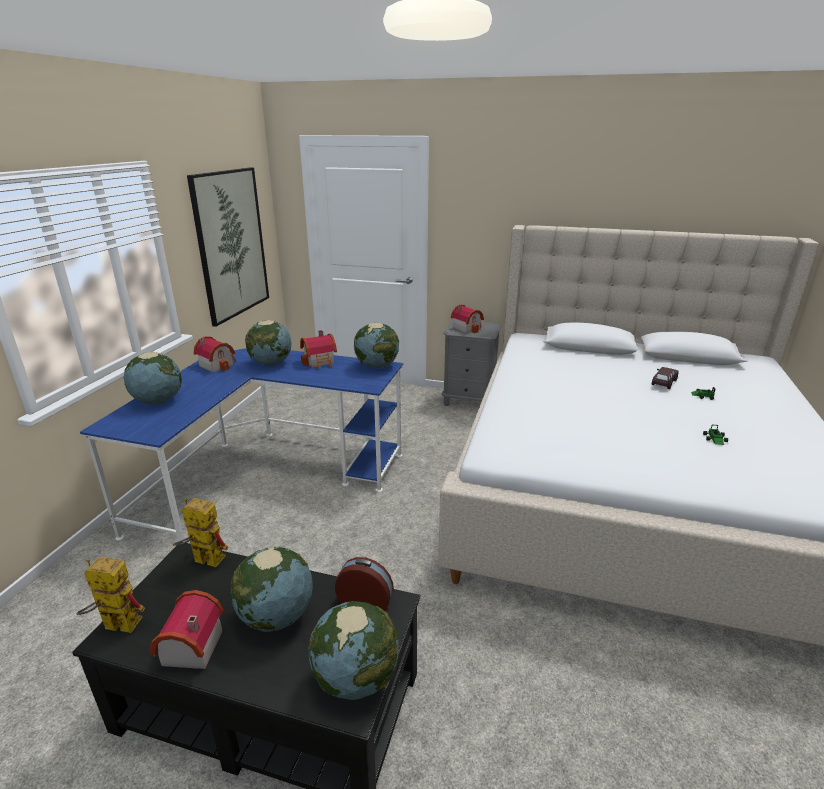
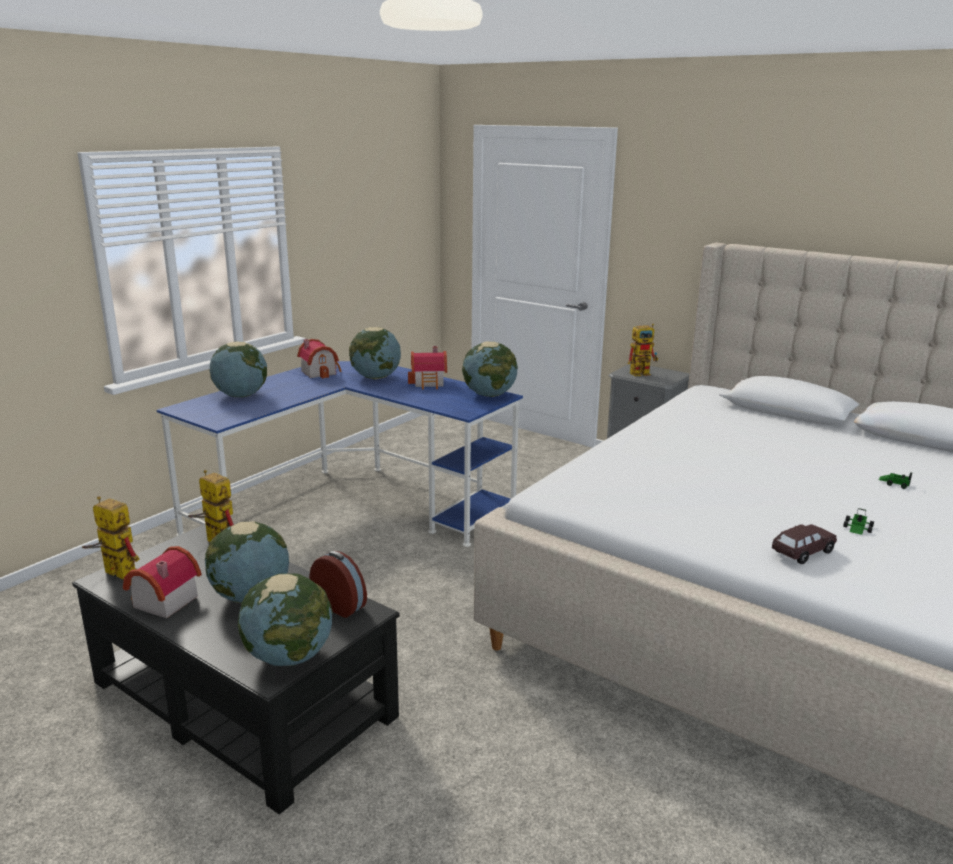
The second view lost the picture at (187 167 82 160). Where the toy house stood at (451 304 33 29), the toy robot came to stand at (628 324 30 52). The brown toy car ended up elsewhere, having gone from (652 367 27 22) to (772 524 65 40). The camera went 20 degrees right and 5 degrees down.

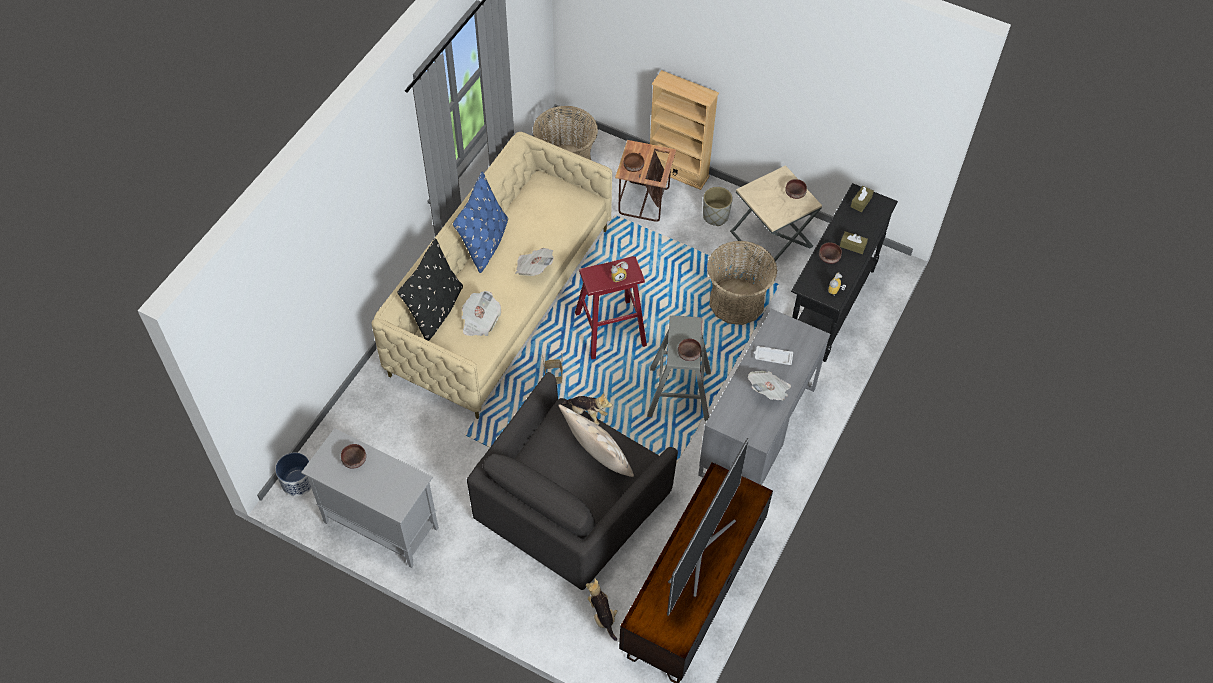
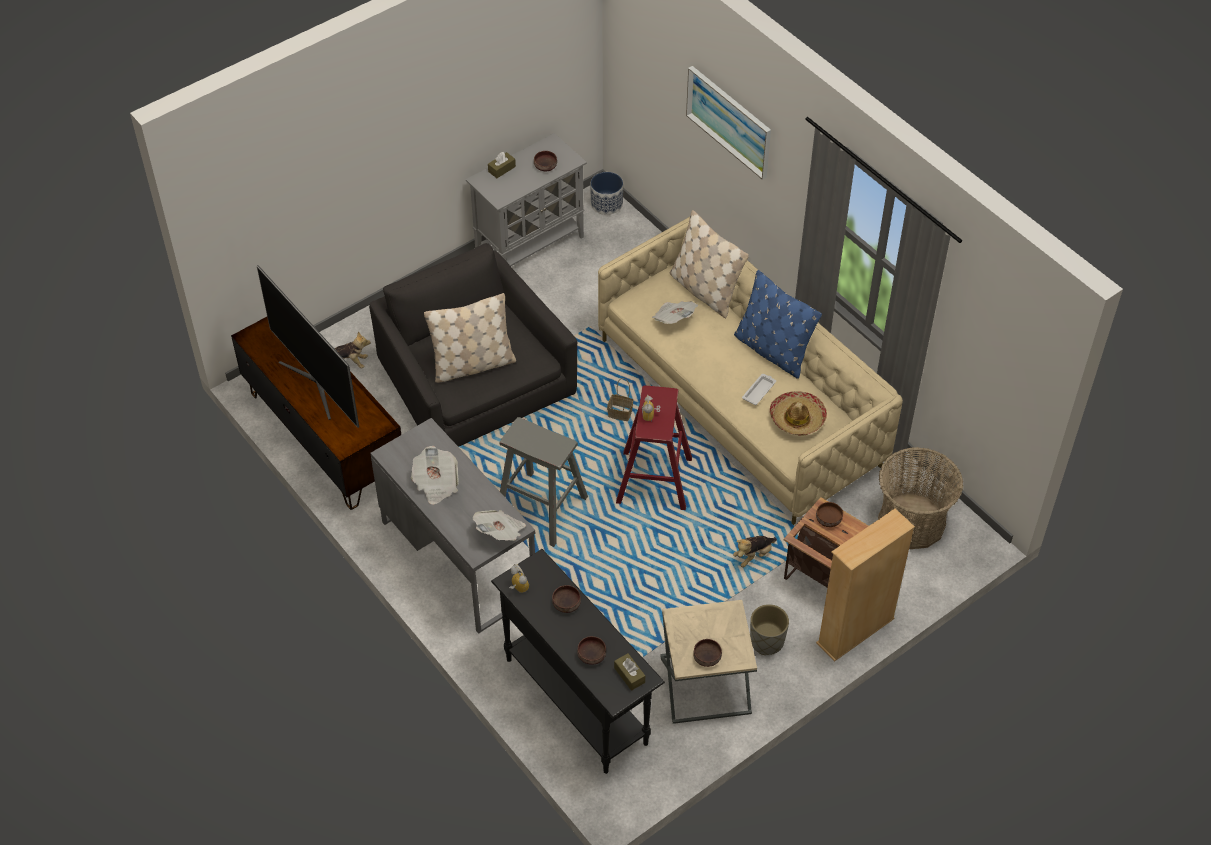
The brown tissue box ended up elsewhere, having gone from (839 231 29 23) to (488 152 28 26). What was the black pillow at (397 238 66 103) turned into the beige pillow at (670 210 79 108). The second view lost the basket at (707 241 70 84). The newspaper ended up elsewhere, having gone from (515 248 39 28) to (473 510 53 31). The brown bowl ended up elsewhere, having gone from (678 339 23 22) to (577 636 29 29). The white tray ended up elsewhere, having gone from (754 346 39 19) to (742 374 34 31). The plush toy ended up elsewhere, having gone from (561 393 51 32) to (733 536 44 31). The second view gained the picture at (686 66 85 114). The second view gained the hat at (770 391 57 45). The camera went 115 degrees right and 5 degrees down.

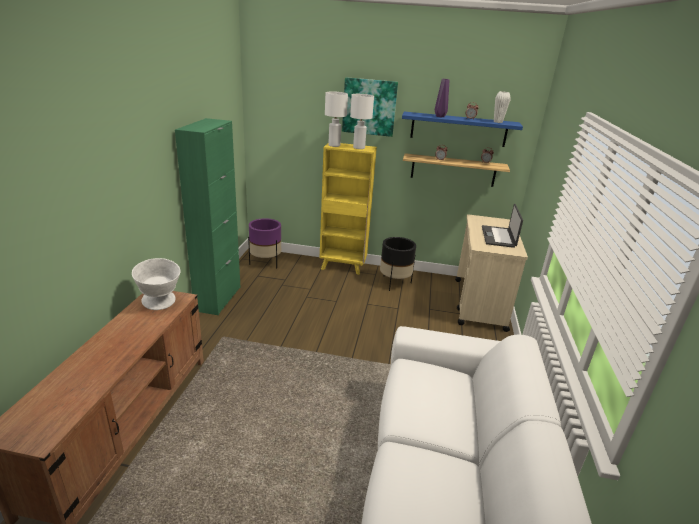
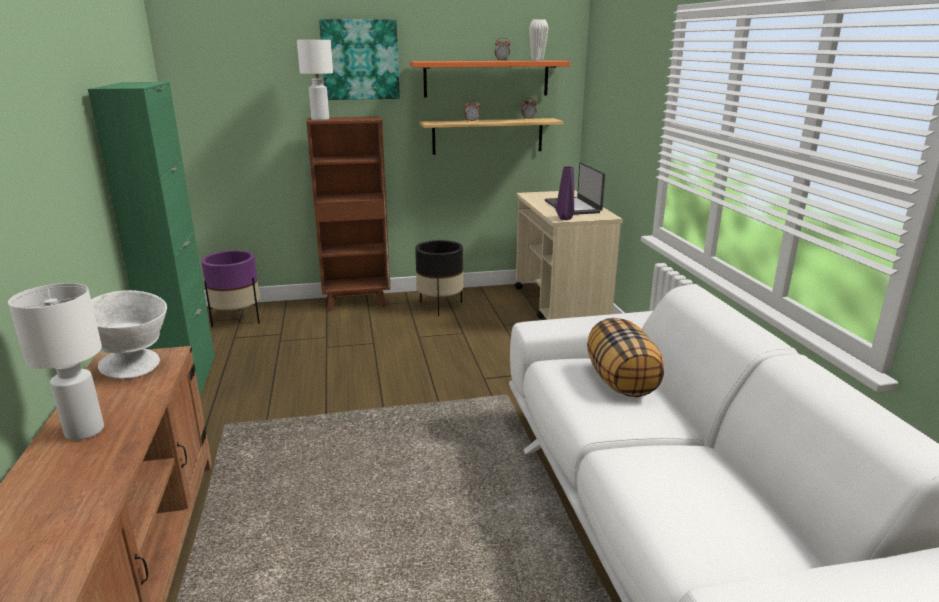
The purple vase ended up elsewhere, having gone from (435 79 14 38) to (556 166 18 54). The white table lamp ended up elsewhere, having gone from (350 94 24 55) to (8 283 96 157). What was the blue shelf at (402 112 121 35) turned into the orange shelf at (410 60 161 38). What was the yellow bookcase at (320 142 57 133) turned into the brown bookcase at (307 116 84 196). The second view gained the pillow at (587 318 77 79). The camera went 20 degrees left and 5 degrees down.

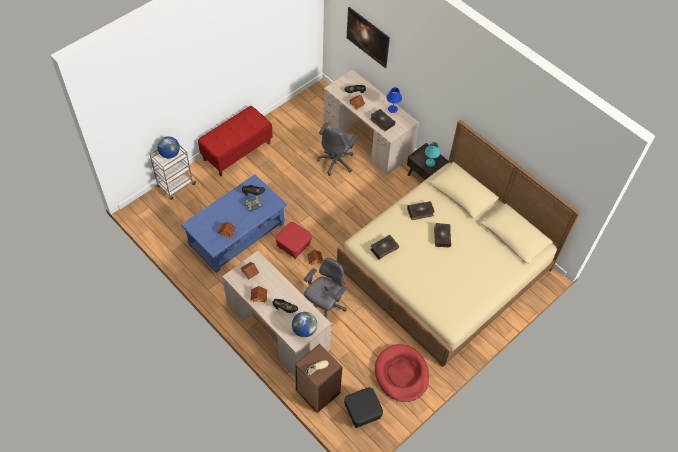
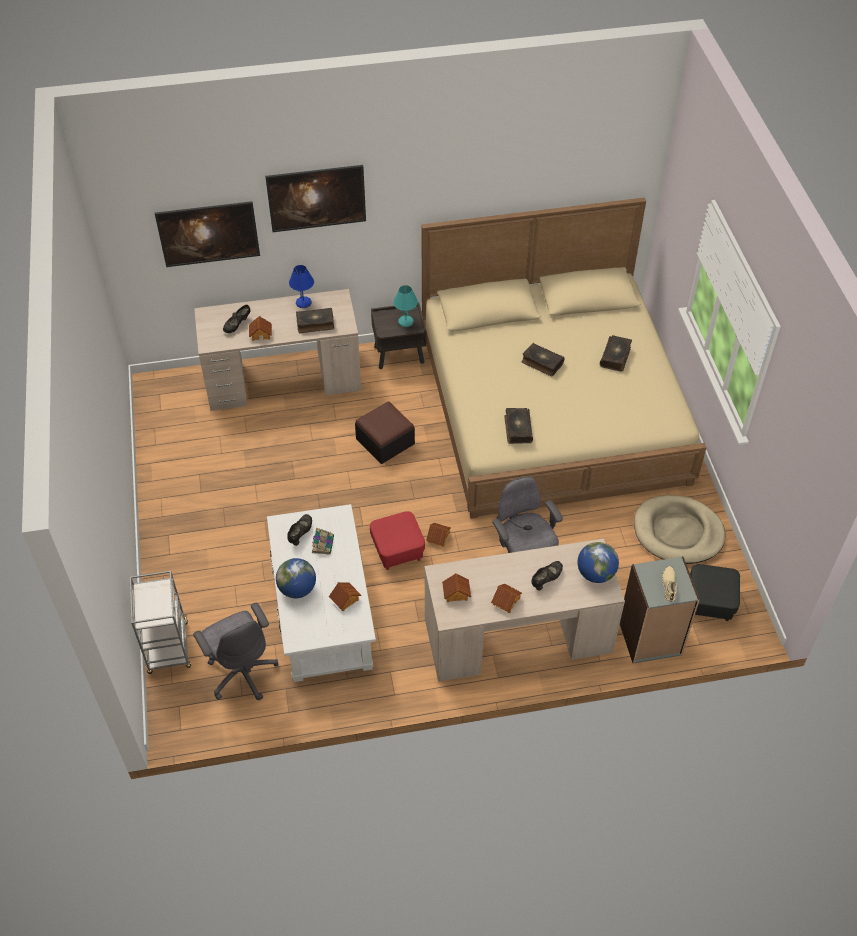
The second view lost the red bench at (198 106 75 70). The grey office chair ended up elsewhere, having gone from (317 123 41 53) to (193 603 86 97). The globe ended up elsewhere, having gone from (157 136 23 23) to (276 558 40 40). What was the blue coffee table at (181 174 106 99) turned into the white coffee table at (267 504 109 178). The book ended up elsewhere, having gone from (407 201 28 19) to (600 335 32 37). What was the brown bookcase at (295 344 47 69) turned into the grey bookcase at (620 556 80 108). What was the red dog bed at (375 344 54 58) turned into the beige dog bed at (634 495 91 69). The second view gained the picture at (265 165 101 67). The second view gained the ottoman at (355 401 60 63). The camera went 55 degrees left and 5 degrees down.

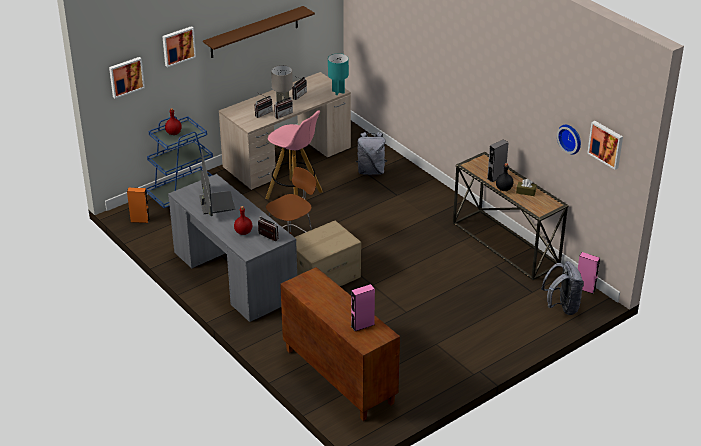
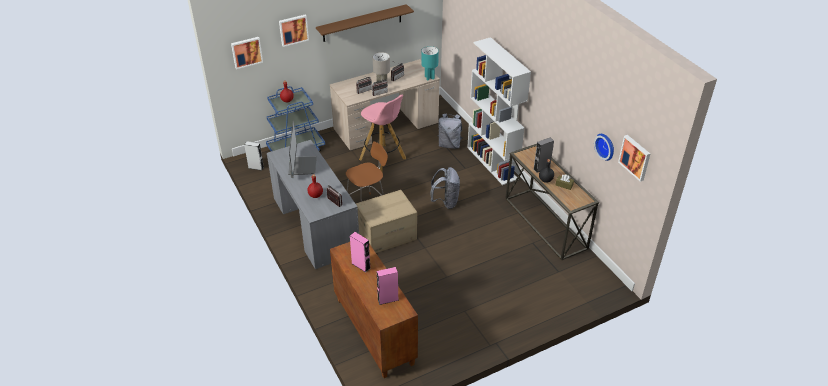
What was the orange speaker at (127 188 23 35) turned into the grey speaker at (244 141 20 30). The pink speaker ended up elsewhere, having gone from (578 252 22 42) to (350 232 21 41). The grey backpack ended up elsewhere, having gone from (541 261 43 54) to (431 167 29 42). The second view gained the white bookcase at (467 37 64 148). The camera went 10 degrees right and 5 degrees up.

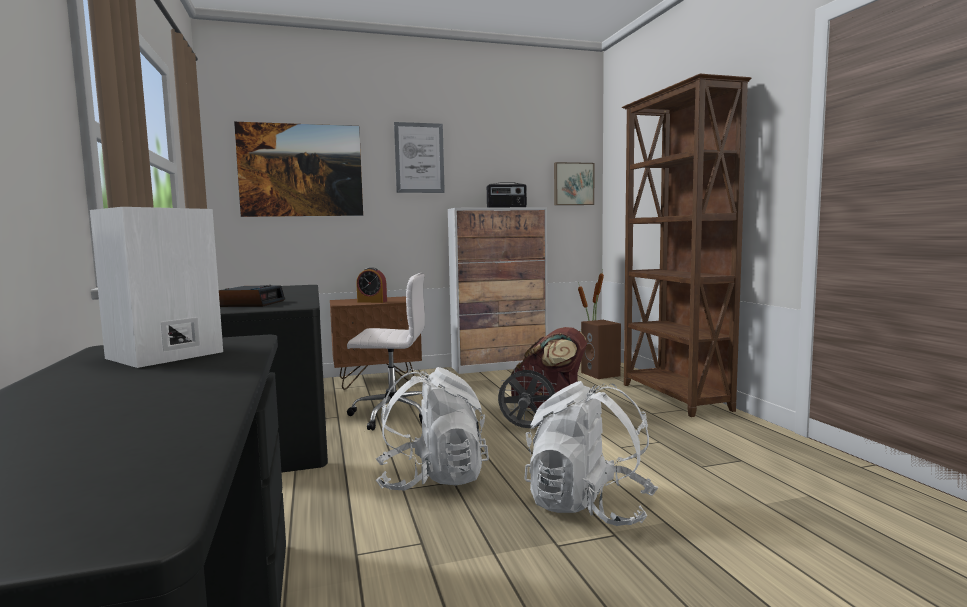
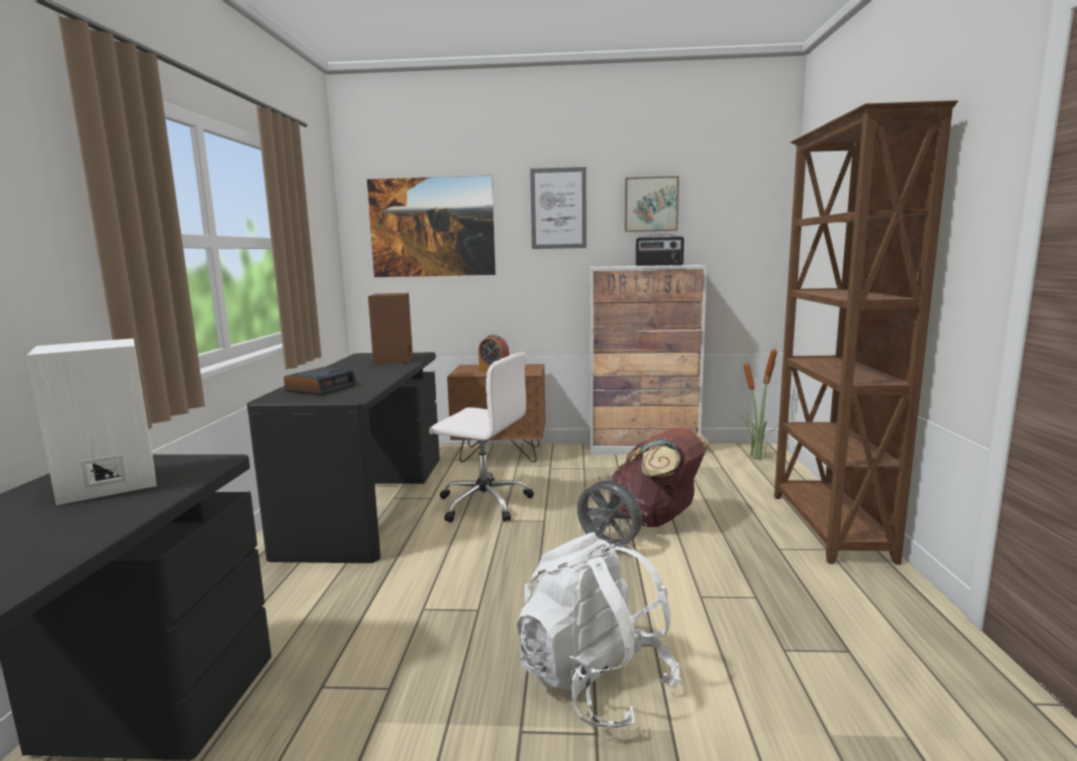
The picture ended up elsewhere, having gone from (554 162 40 43) to (625 176 54 56). The brown speaker ended up elsewhere, having gone from (581 320 40 59) to (368 293 45 71). The second view lost the white backpack at (376 367 113 124). The camera went 20 degrees right and 5 degrees up.

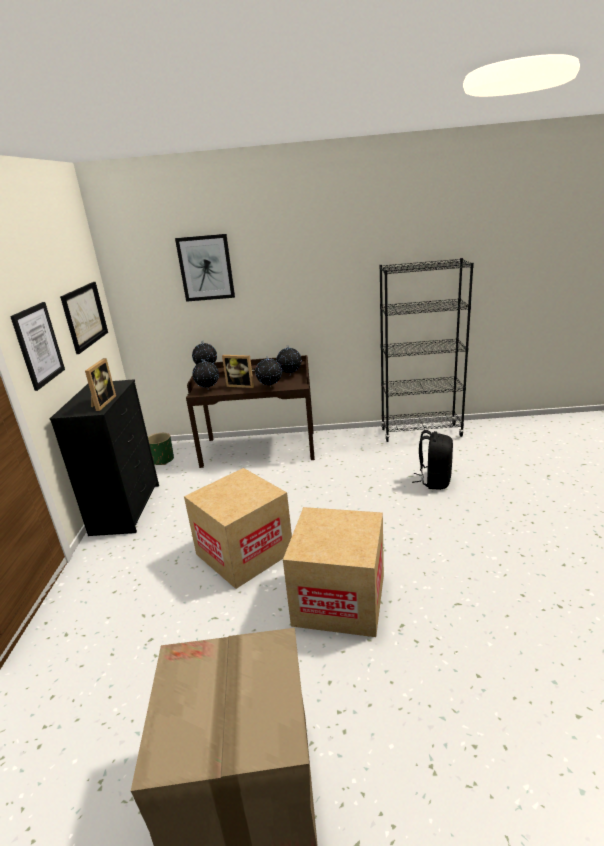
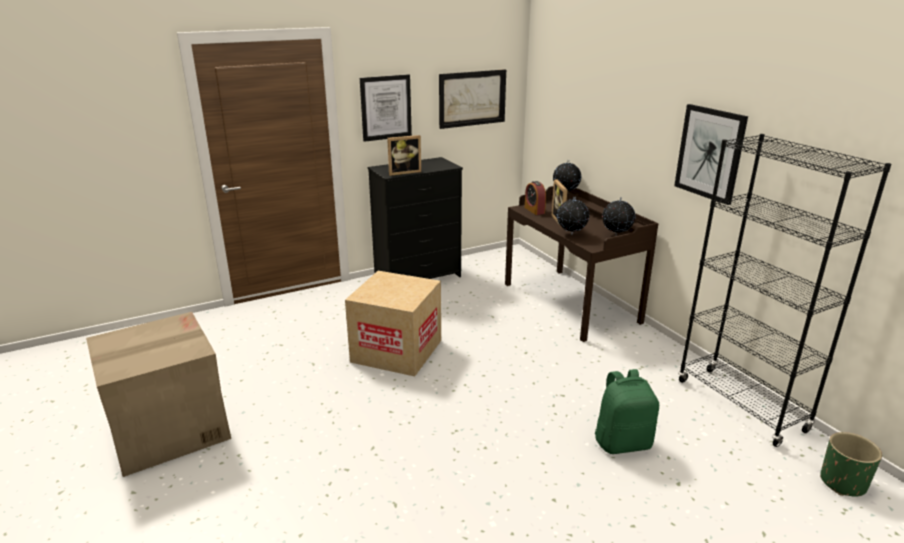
The picture ended up elsewhere, having gone from (175 234 60 68) to (674 104 74 101). Where the globe stood at (192 359 27 31), the alarm clock came to stand at (525 181 21 34). What was the black backpack at (412 430 41 60) turned into the green backpack at (595 369 64 85). The green planter ended up elsewhere, having gone from (148 433 26 32) to (820 432 62 65). The second view lost the cardboard box at (283 507 101 130). The camera went 60 degrees right and 0 degrees up.

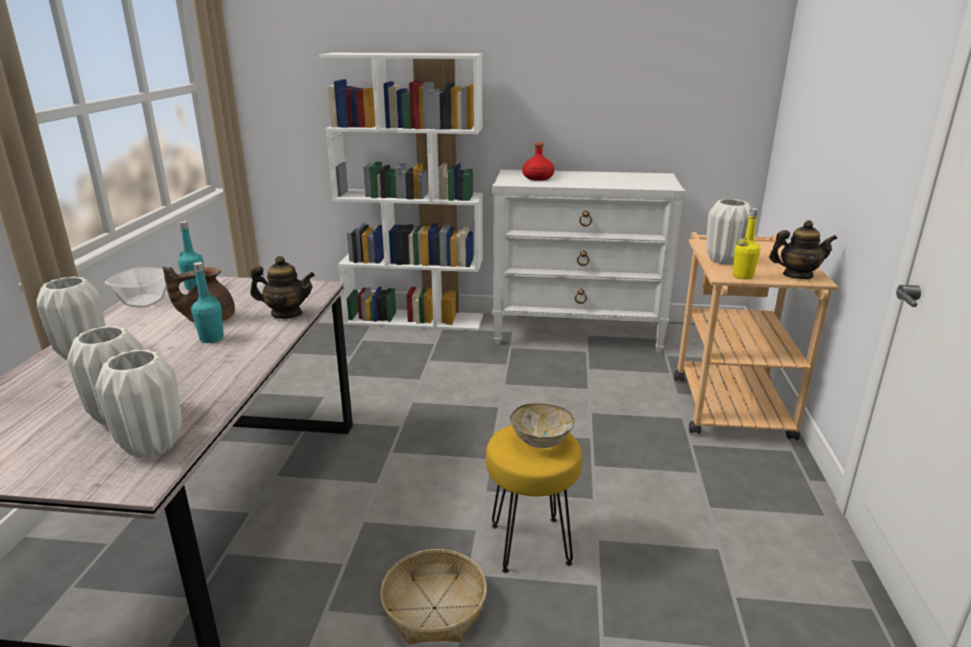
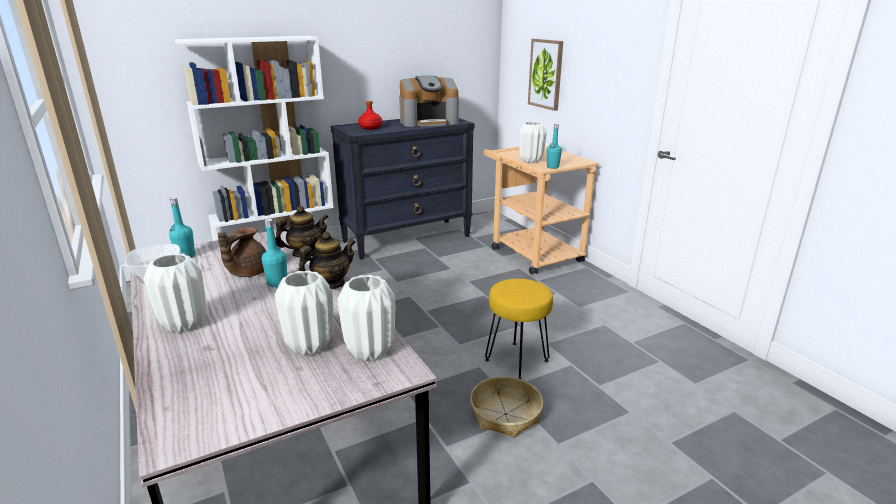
What was the white dresser at (492 169 194 184) turned into the black dresser at (330 118 145 142). What was the yellow bottle at (733 208 28 72) turned into the turquoise bottle at (547 124 15 45). The teapot ended up elsewhere, having gone from (769 220 69 59) to (298 232 58 57). The second view lost the bowl at (510 403 64 45). The second view gained the picture at (528 39 35 72). The second view gained the coffee machine at (399 76 60 51). The camera went 35 degrees left and 0 degrees up.

